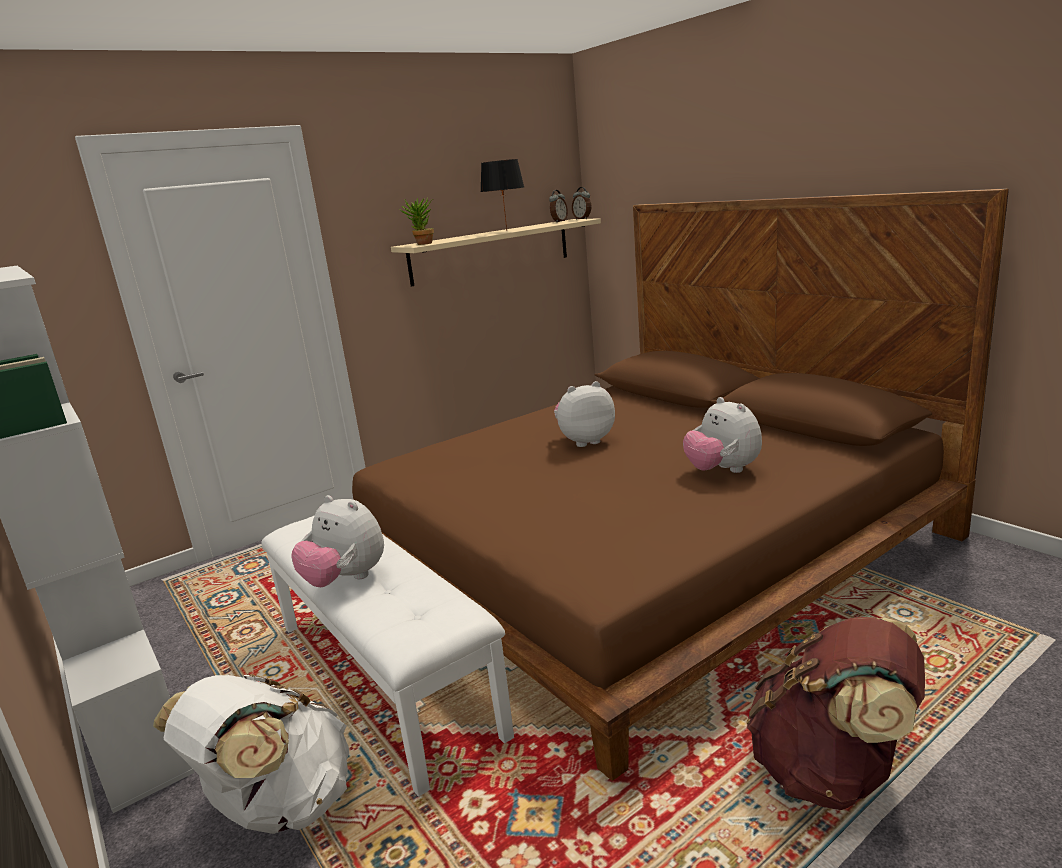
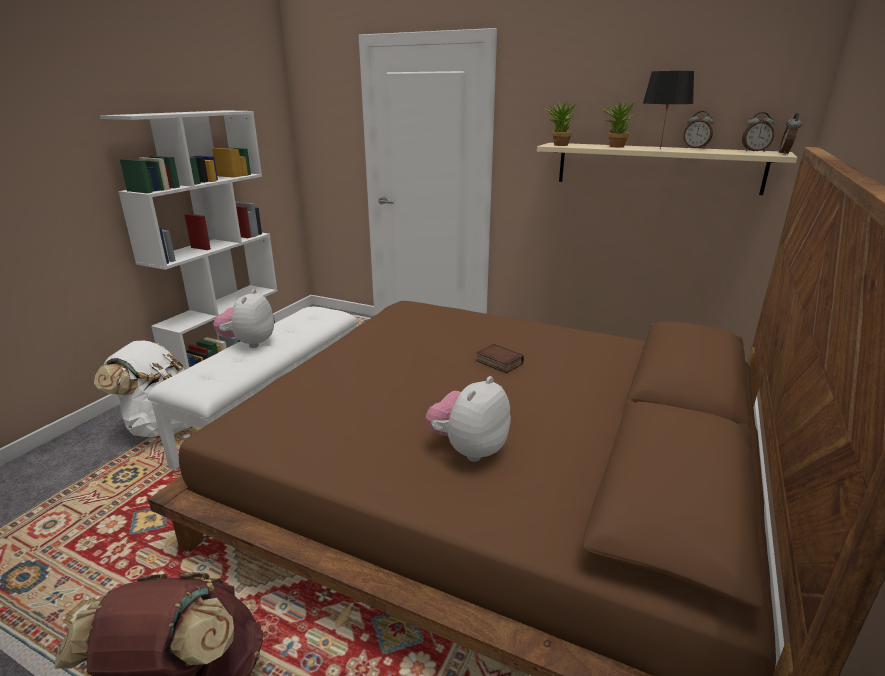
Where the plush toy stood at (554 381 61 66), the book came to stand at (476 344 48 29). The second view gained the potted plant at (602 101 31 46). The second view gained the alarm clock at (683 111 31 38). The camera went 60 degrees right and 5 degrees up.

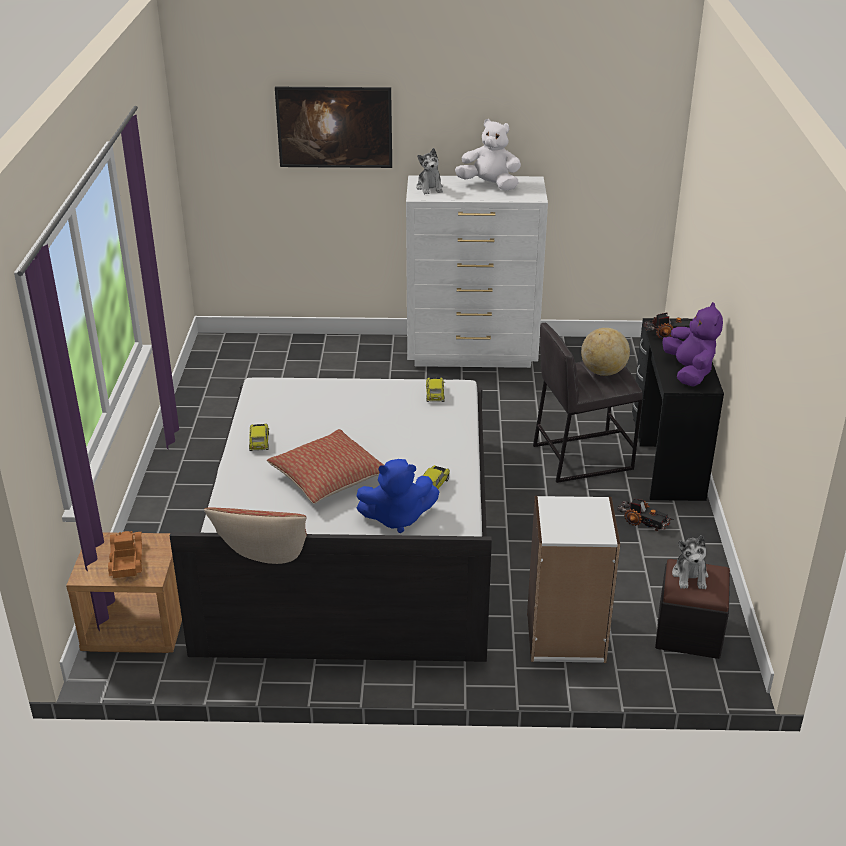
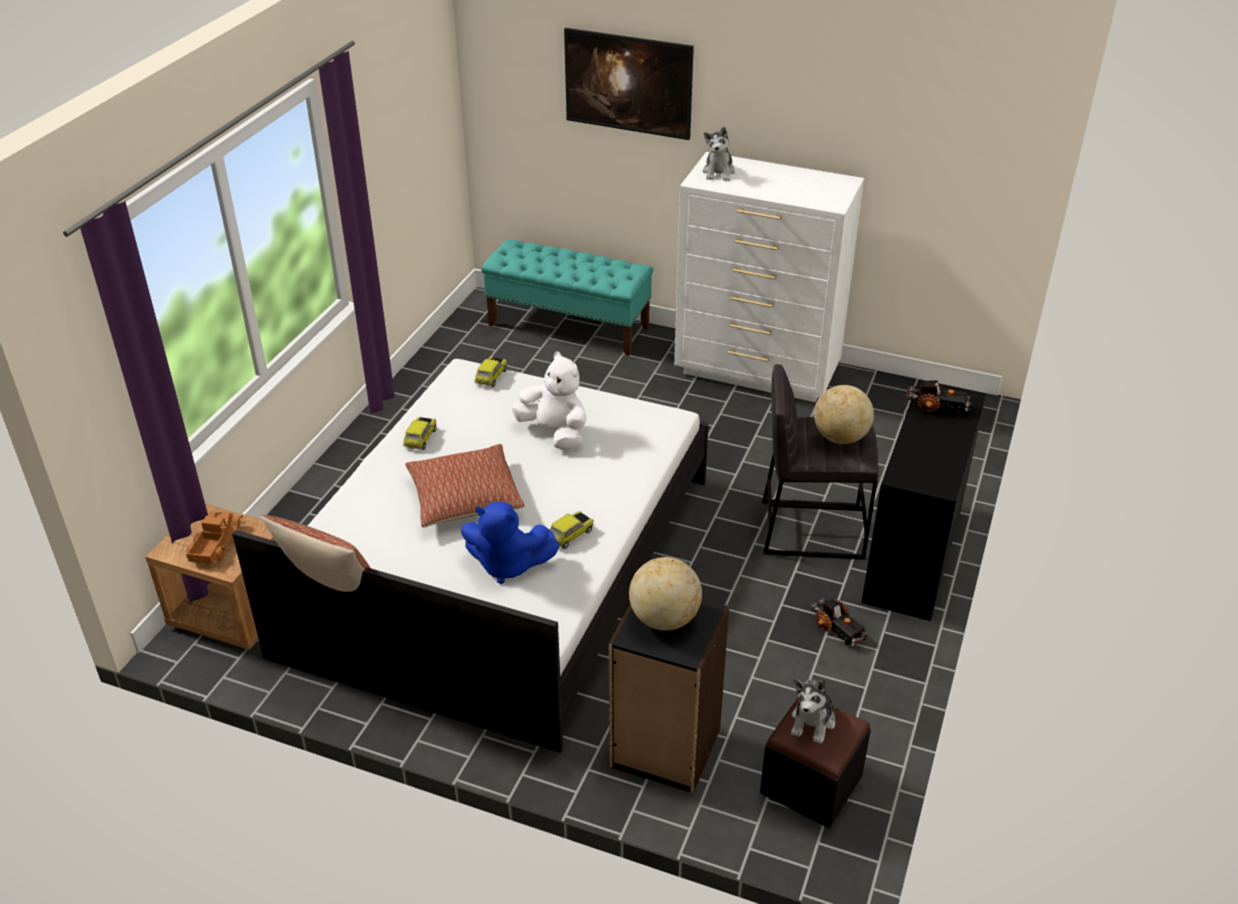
The white plush toy ended up elsewhere, having gone from (455 119 66 72) to (512 351 75 99). The second view lost the purple plush toy at (662 302 61 84). The toy car ended up elsewhere, having gone from (426 378 19 24) to (474 357 33 30). What was the white bookcase at (527 496 93 167) turned into the black bookcase at (609 599 120 194). The second view gained the turquoise bench at (481 239 172 117). The second view gained the globe at (629 557 73 74). The camera went 20 degrees right and 5 degrees up.

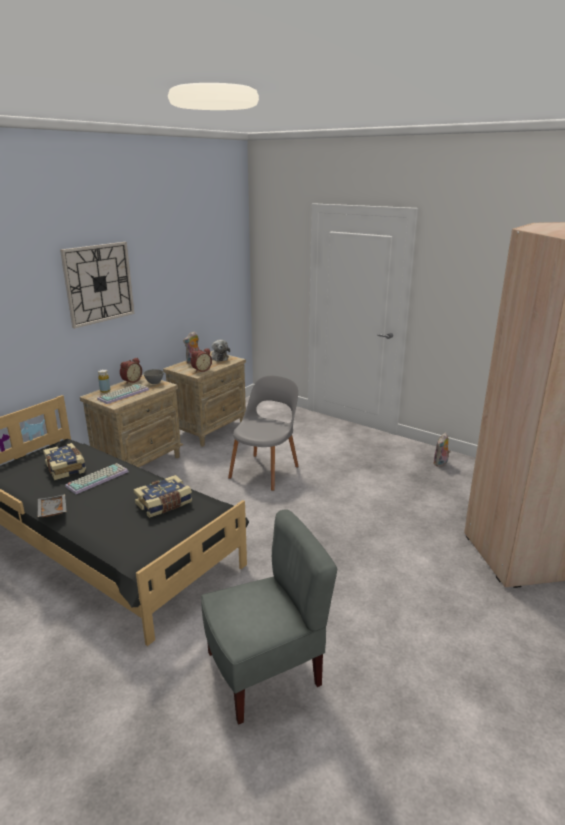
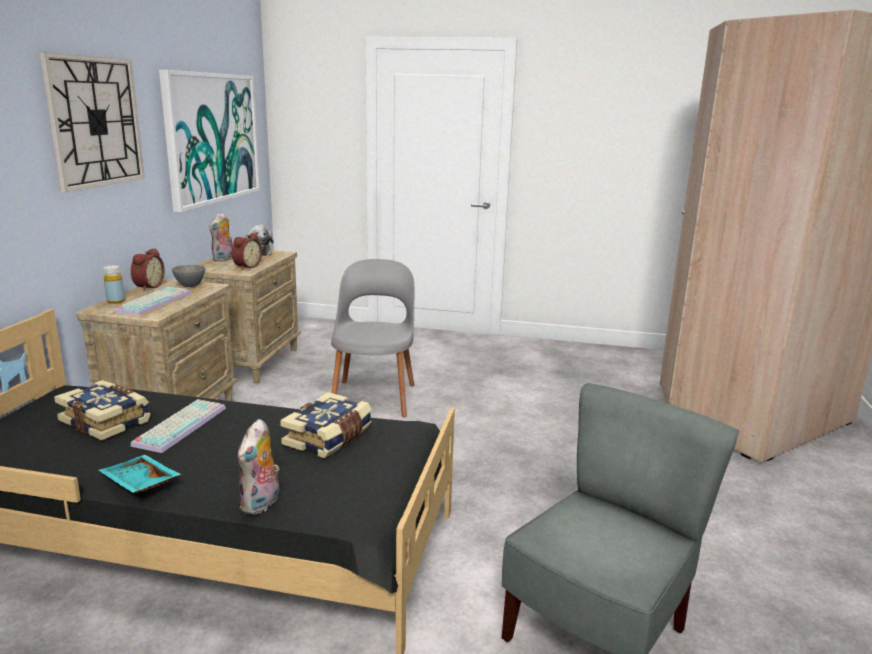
The plush toy ended up elsewhere, having gone from (433 433 17 34) to (237 419 43 96). What was the grey tray at (38 494 29 23) turned into the turquoise tray at (99 455 82 38). The second view gained the picture at (159 70 101 142). The camera went 25 degrees left and 5 degrees down.

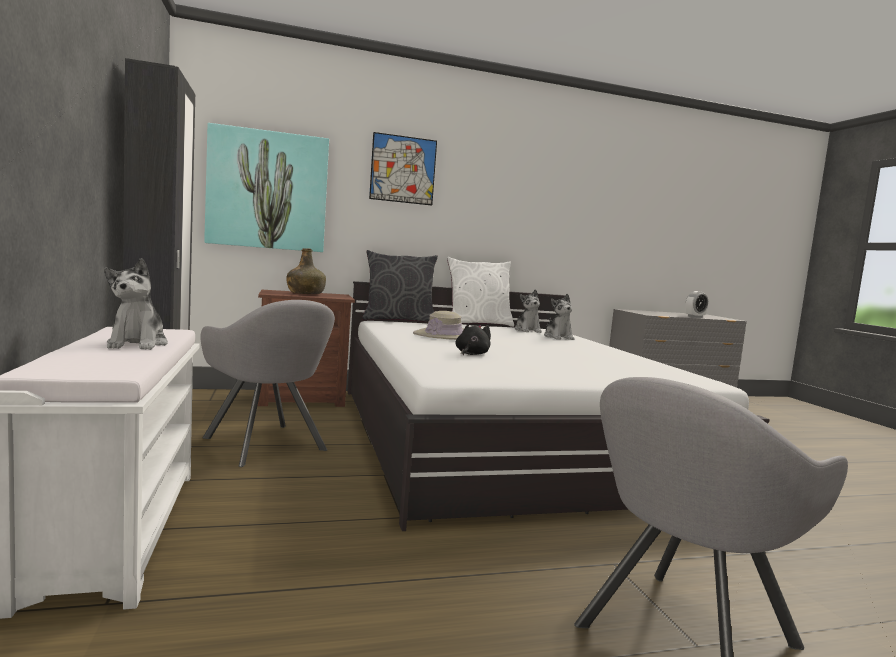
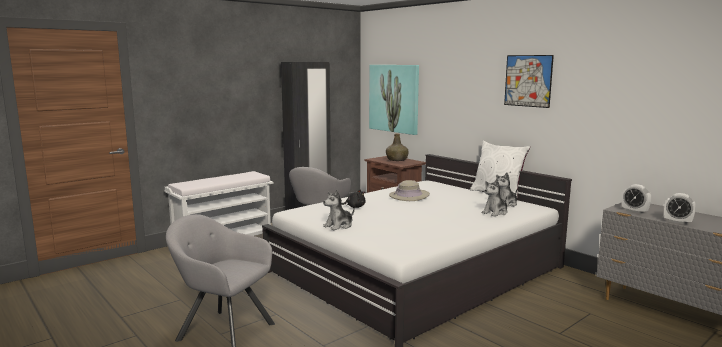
The picture ended up elsewhere, having gone from (369 132 68 74) to (504 55 50 53). The second view lost the grey pillow at (362 250 76 72). The plush toy ended up elsewhere, having gone from (104 258 64 92) to (323 190 32 41). The second view gained the alarm clock at (622 184 29 30). The camera went 65 degrees right and 5 degrees up.

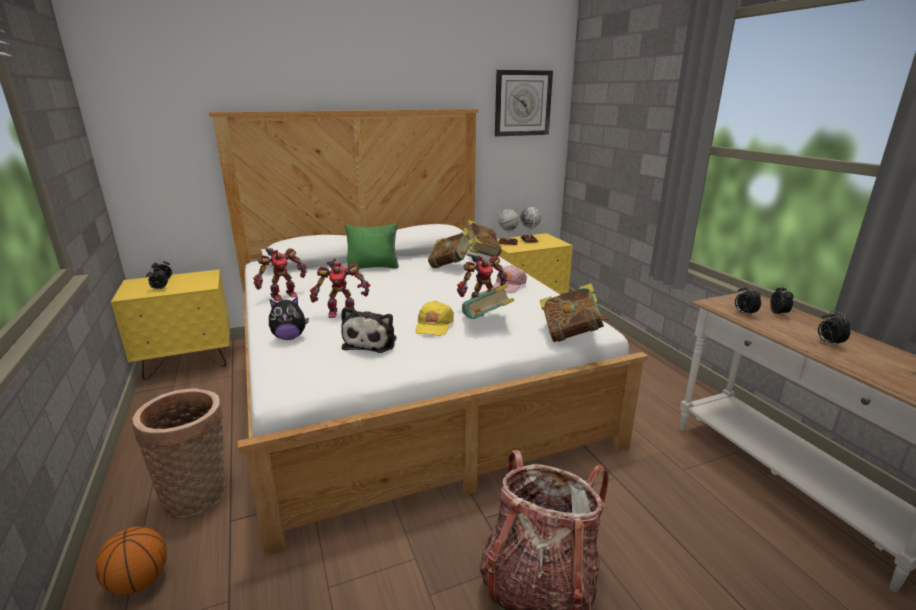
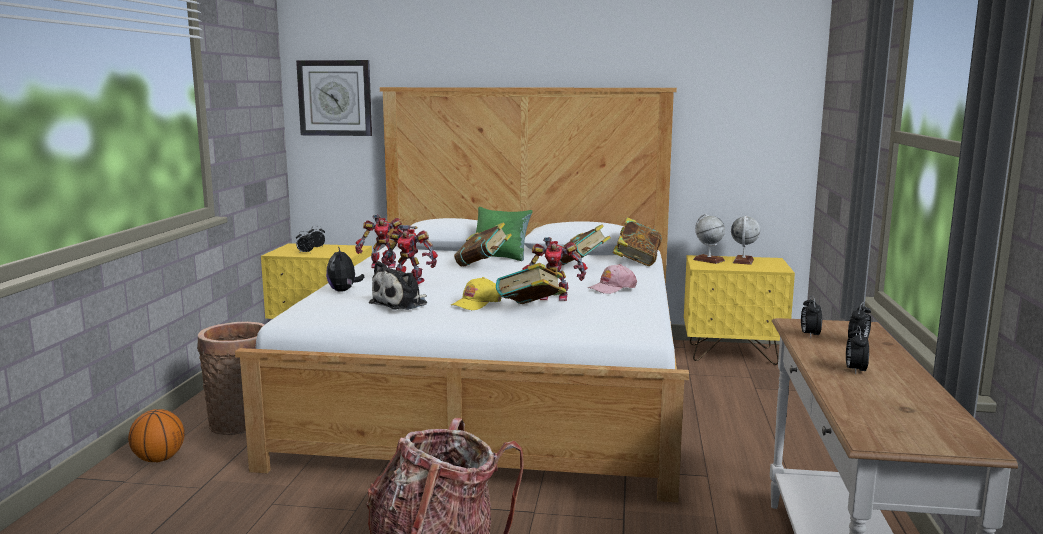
The wall clock ended up elsewhere, having gone from (495 70 58 66) to (296 60 76 76). The book ended up elsewhere, having gone from (540 283 69 59) to (454 222 58 45). The plush toy at (269 297 40 43) ended up facing another way, 60 degrees clockwise from before. The camera went 30 degrees right and 10 degrees down.

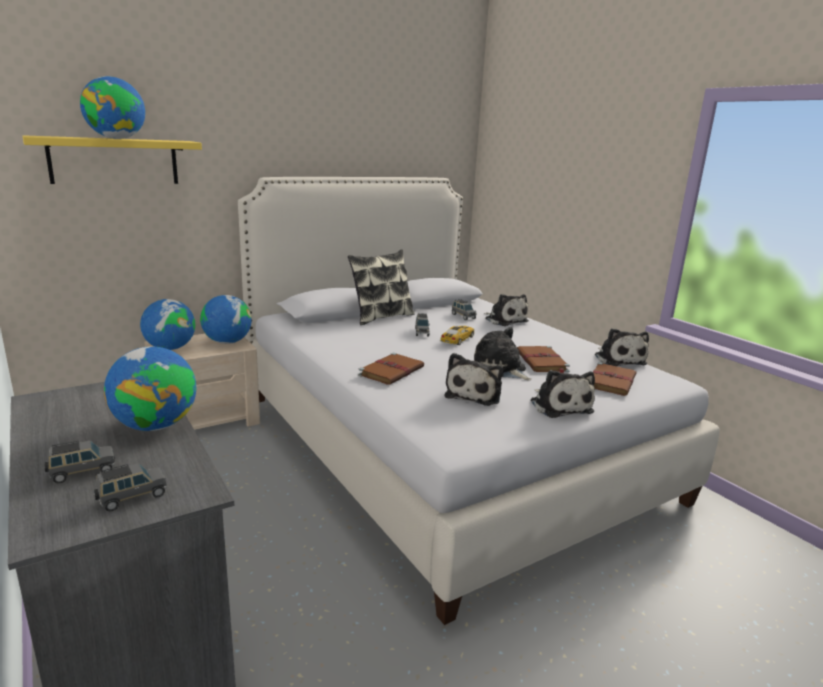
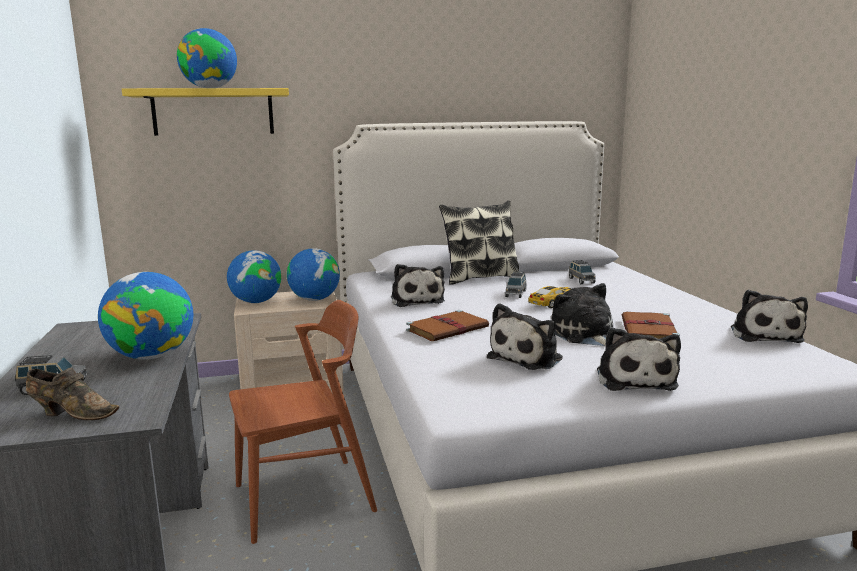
The plush toy ended up elsewhere, having gone from (484 294 45 32) to (391 264 54 43). The second view lost the brown book at (593 362 44 34). Where the grey toy car stood at (93 463 74 49), the brown shoe came to stand at (26 368 93 52). The second view gained the brown chair at (229 300 148 244). The camera went 20 degrees right and 5 degrees down.

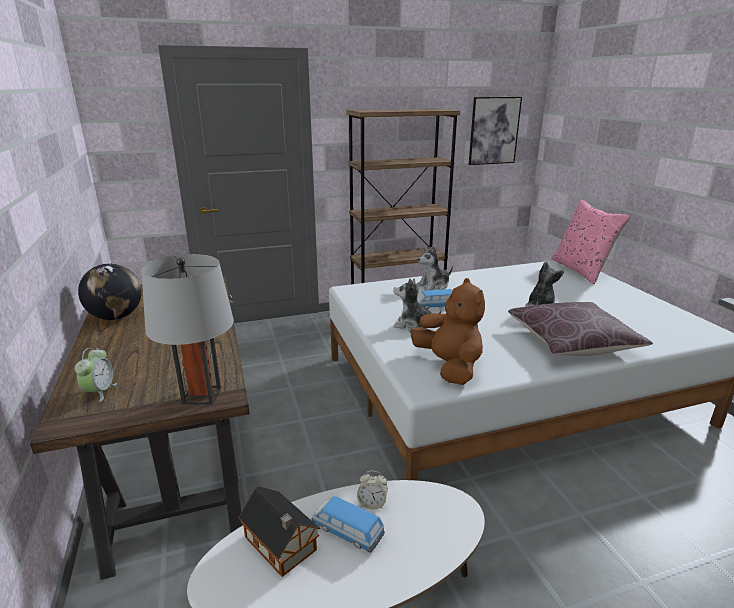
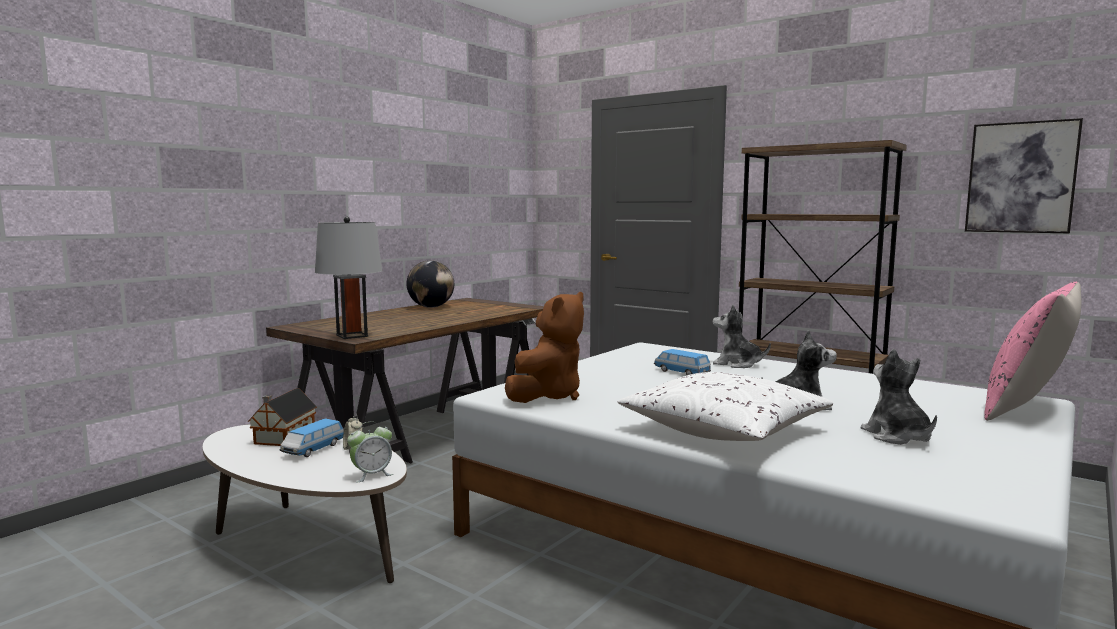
The plush toy ended up elsewhere, having gone from (393 278 48 54) to (861 349 76 96). What was the brown pillow at (508 302 145 54) turned into the white pillow at (618 372 215 69). The alarm clock ended up elsewhere, having gone from (75 348 42 54) to (347 421 46 62). The toy car at (311 496 74 57) ended up facing another way, 150 degrees counterclockwise from before. The camera went 55 degrees right and 15 degrees down.

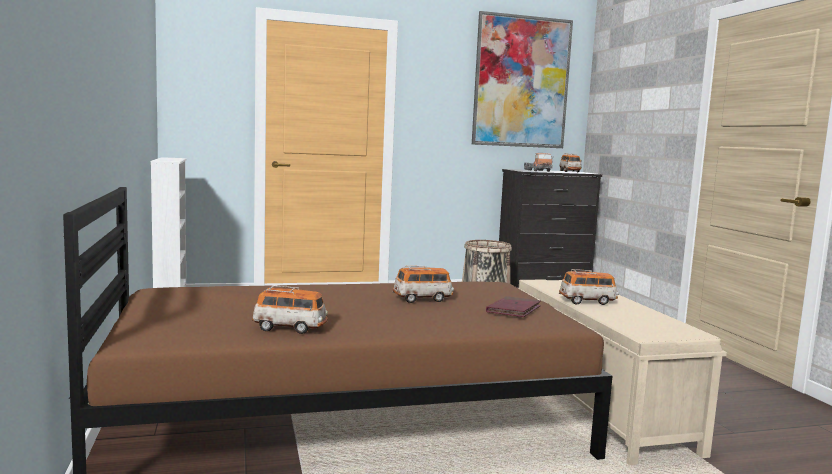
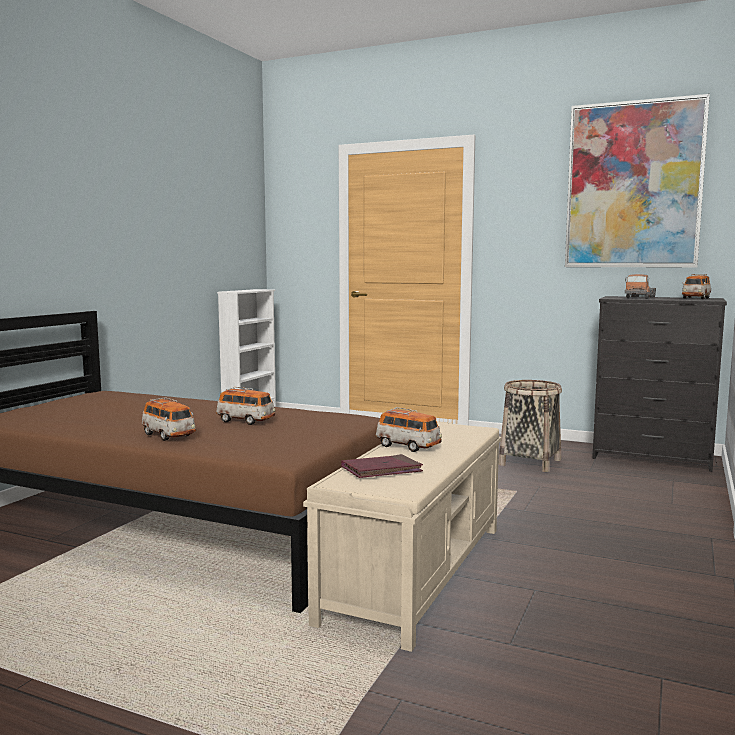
The toy car ended up elsewhere, having gone from (252 285 76 49) to (142 397 54 44). The red book ended up elsewhere, having gone from (486 296 55 21) to (341 454 82 24). The camera went 40 degrees right and 0 degrees up.

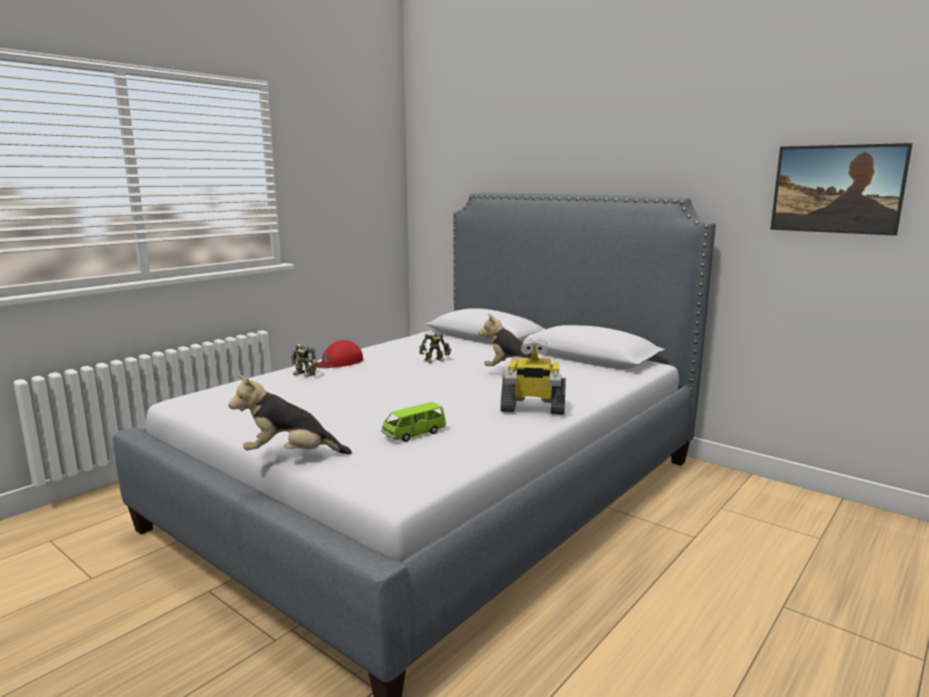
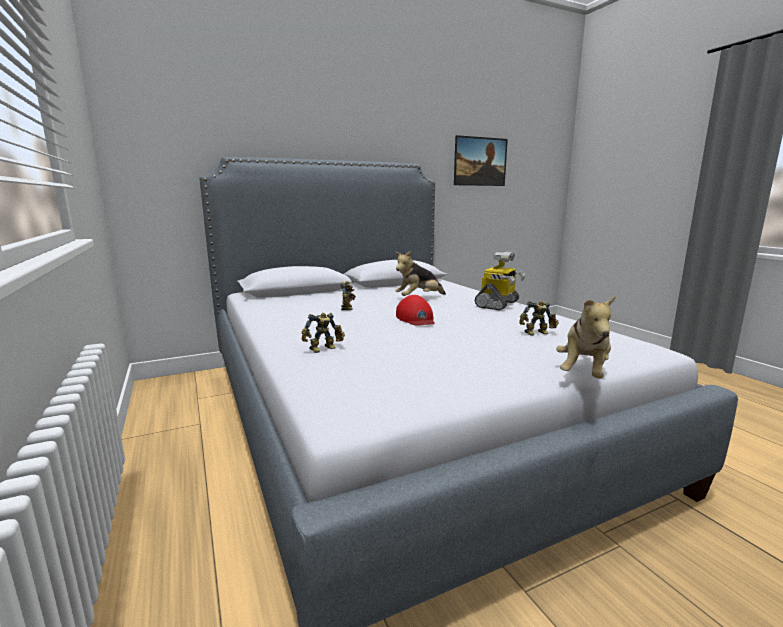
The red cap ended up elsewhere, having gone from (316 340 47 28) to (396 295 39 31). Where the green toy car stood at (381 402 65 40), the toy robot came to stand at (519 301 40 35). The camera went 65 degrees left and 0 degrees up.

